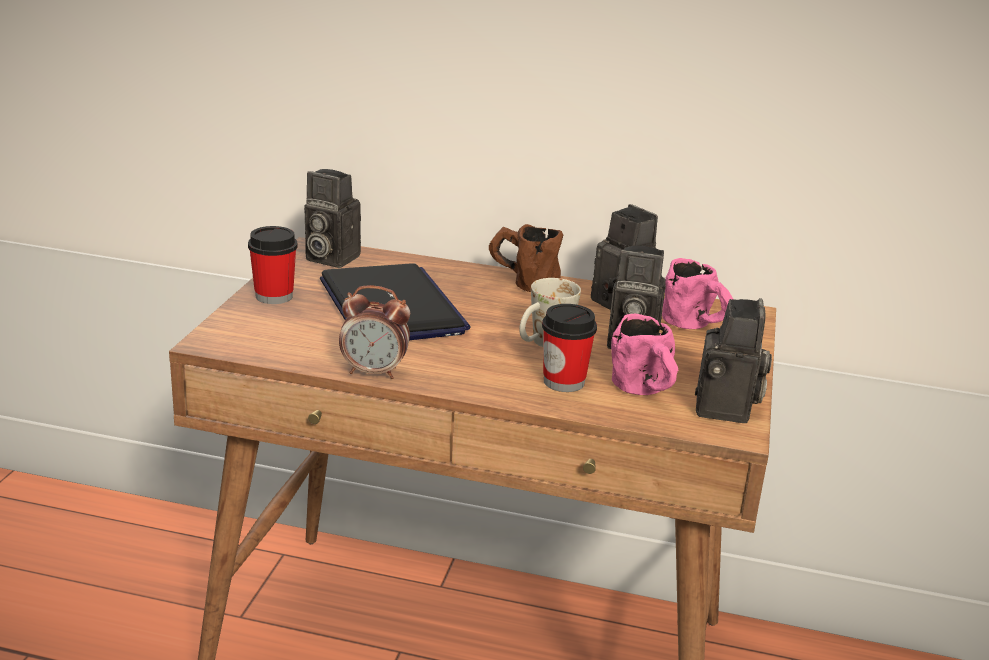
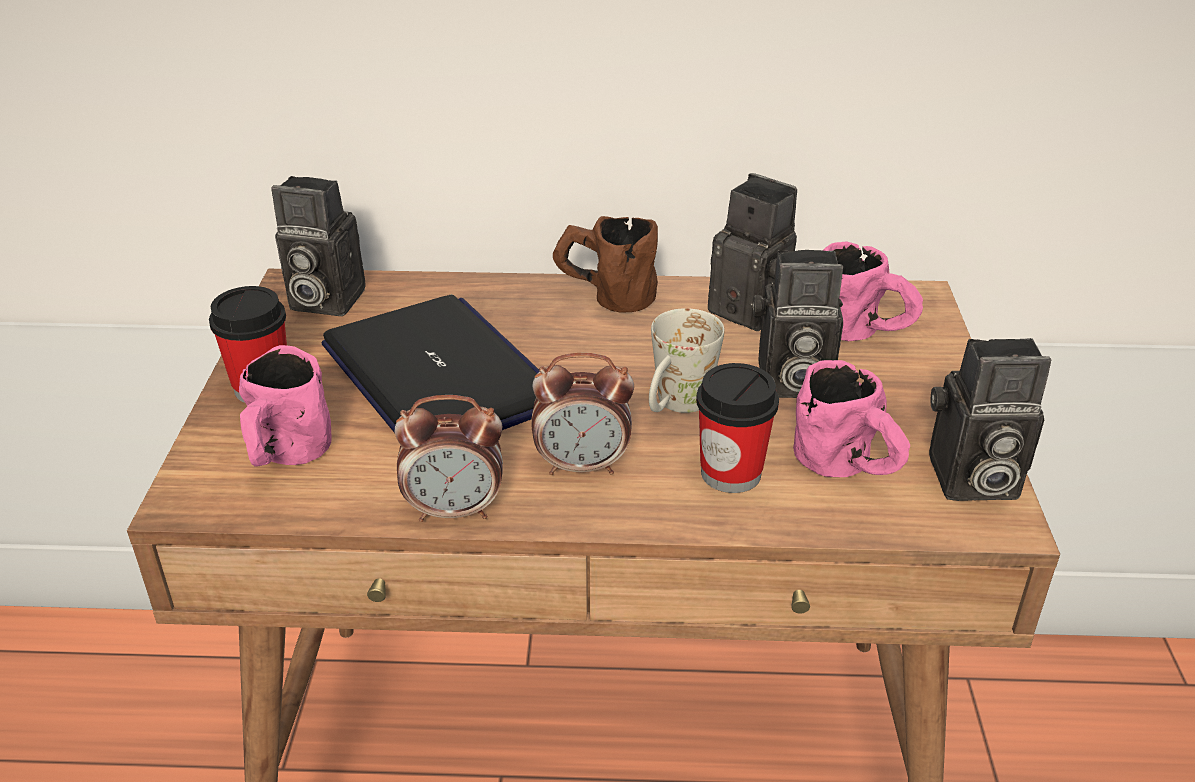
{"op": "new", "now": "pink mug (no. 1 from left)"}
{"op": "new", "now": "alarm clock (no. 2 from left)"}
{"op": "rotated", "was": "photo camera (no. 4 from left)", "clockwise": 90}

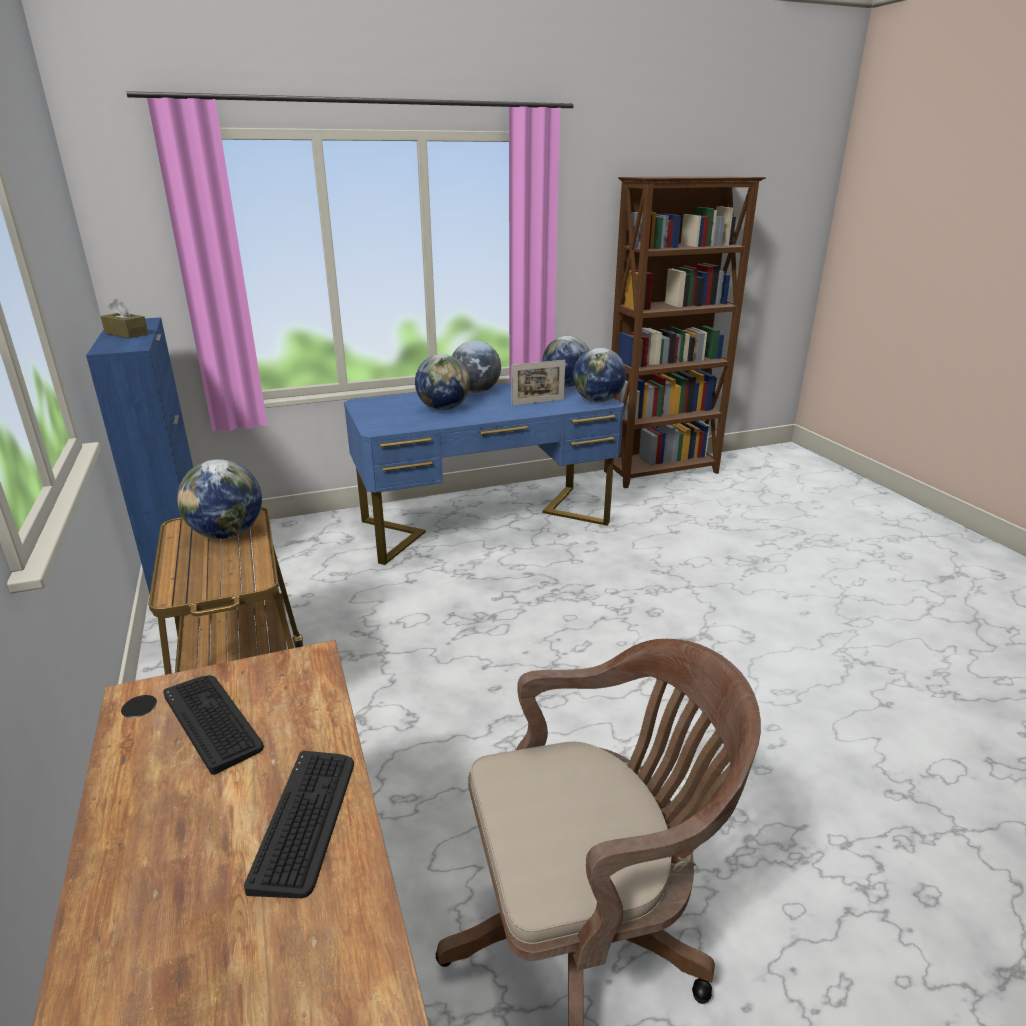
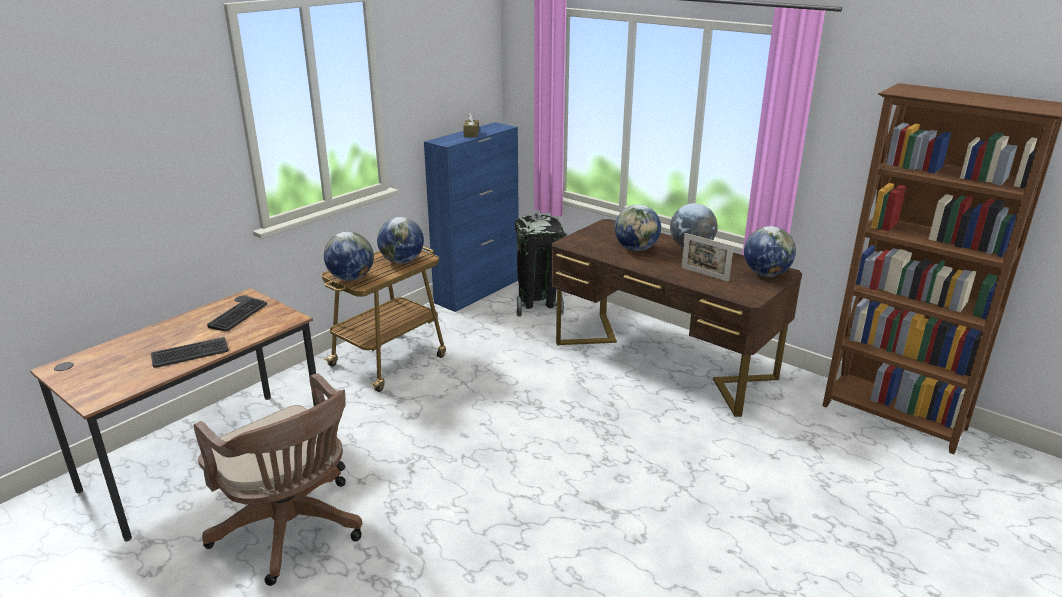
{"op": "new", "now": "black trash can"}
{"op": "shifted", "was": "globe (no. 5 from left in the first image)", "now": "globe (no. 1 from left)"}
{"op": "repainted", "was": "blue desk", "now": "brown desk (no. 2 from left)"}

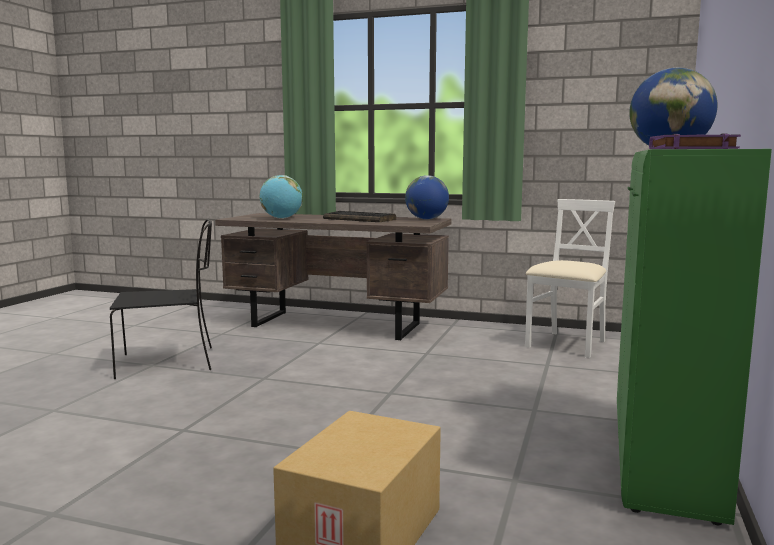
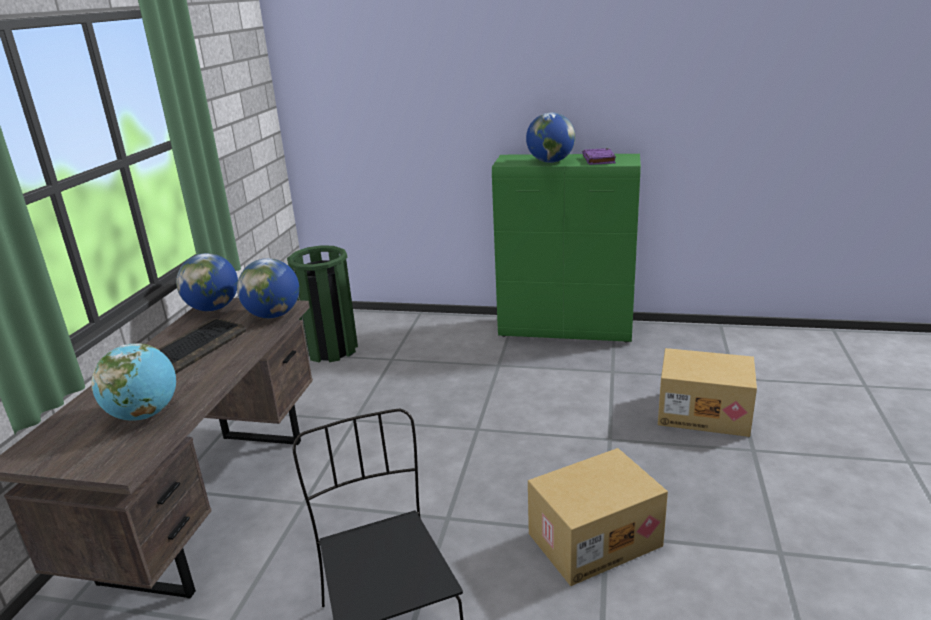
{"op": "new", "now": "globe (no. 3 from left)"}
{"op": "new", "now": "cardboard box (no. 1 from left)"}
{"op": "swapped", "was": "white chair", "now": "green trash can"}

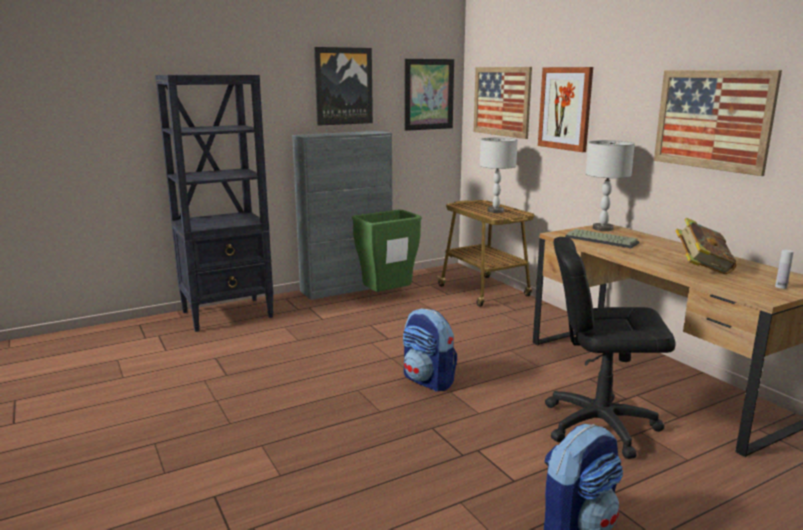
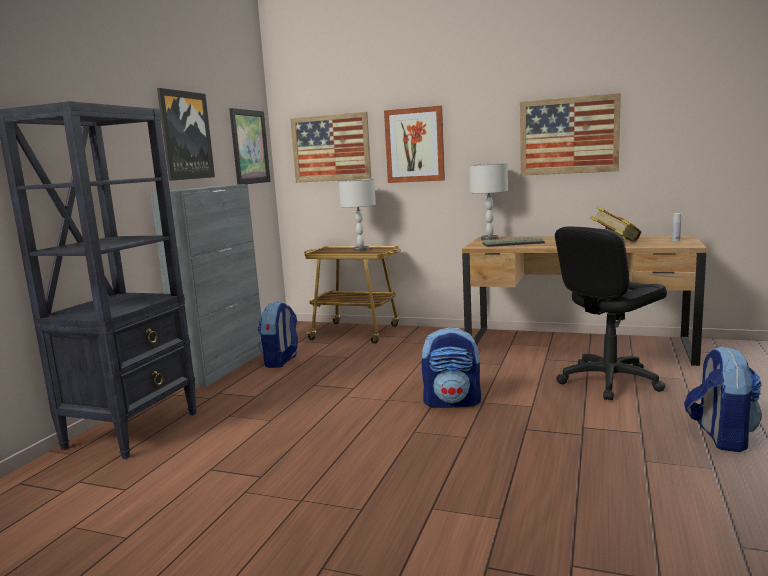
{"op": "swapped", "was": "green trash can", "now": "backpack (no. 1 from left)"}

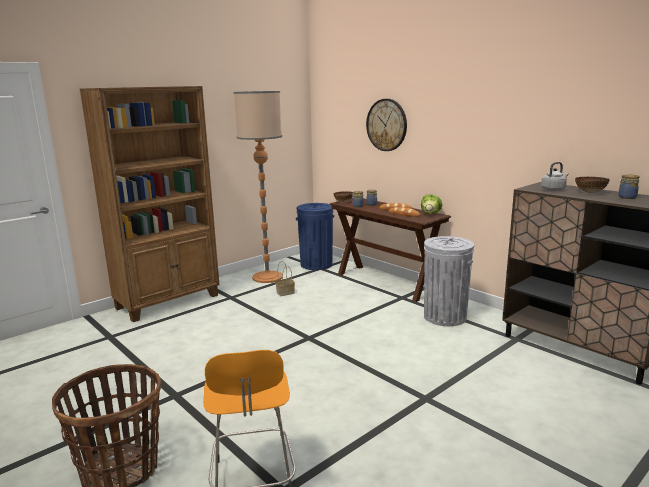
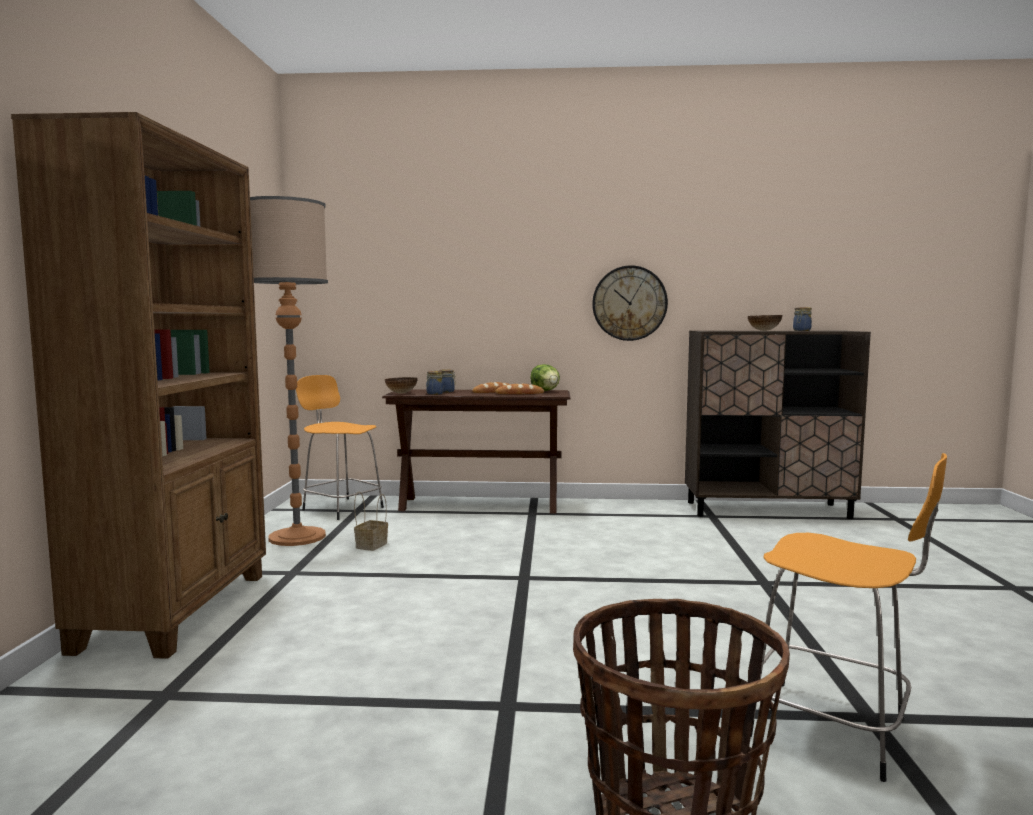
{"op": "gone", "was": "grey trash can"}
{"op": "gone", "was": "grey kettle"}
{"op": "shifted", "was": "wall clock"}
{"op": "swapped", "was": "blue trash can", "now": "orange stool (no. 1 from left)"}

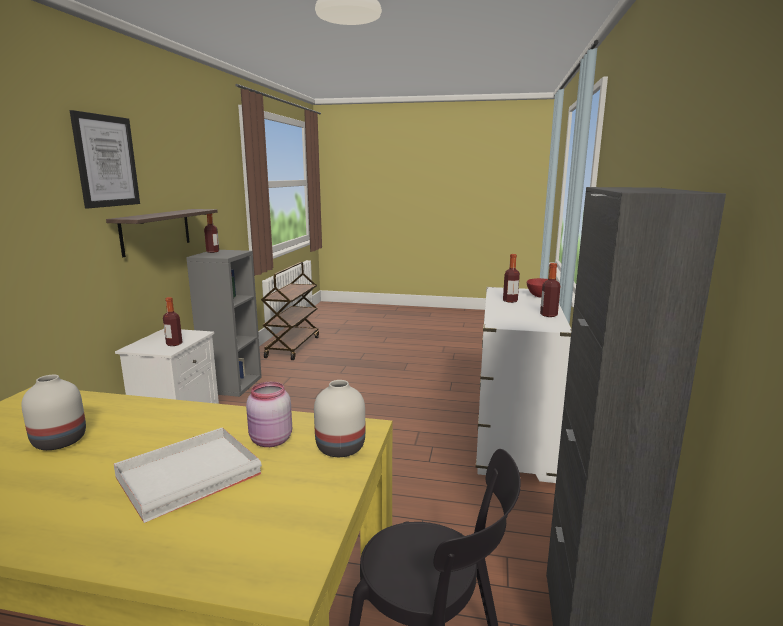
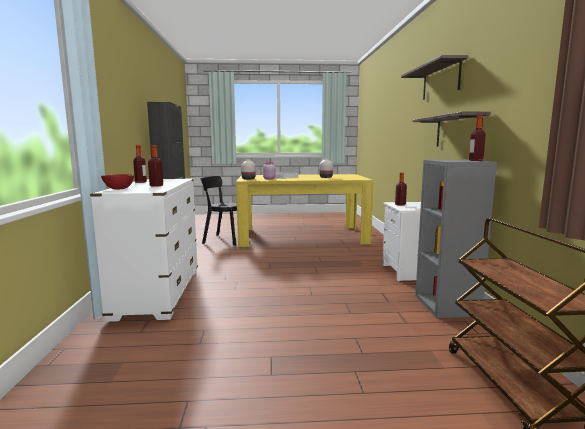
{"op": "swapped", "was": "picture", "now": "shelf (no. 1 from left)"}

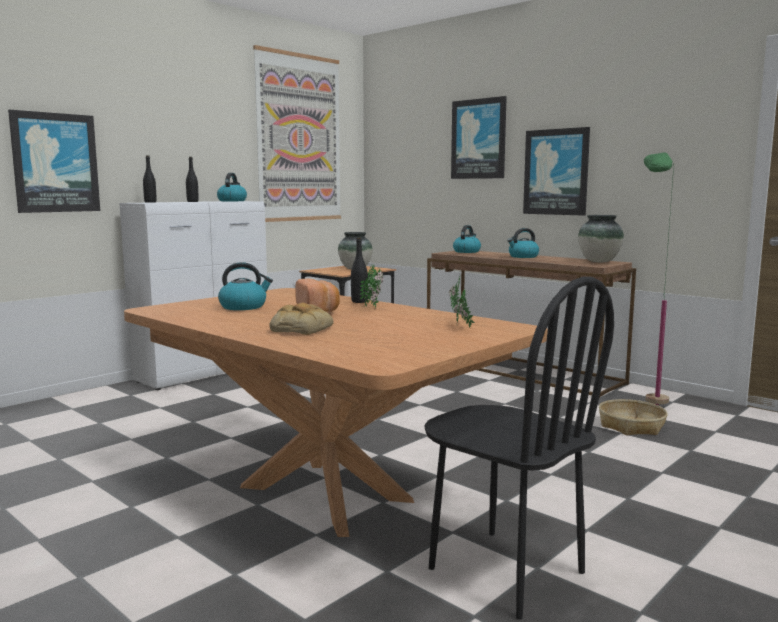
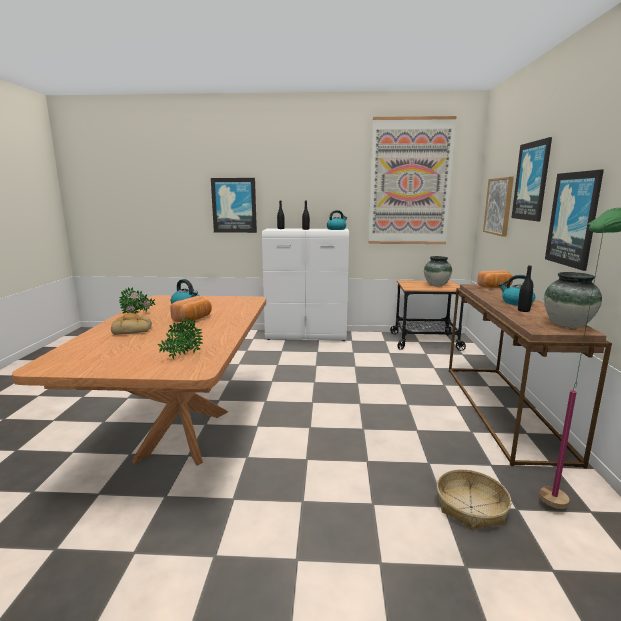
{"op": "gone", "was": "black chair"}
{"op": "new", "now": "picture (no. 3 from left)"}
{"op": "shifted", "was": "black bottle (no. 3 from left)"}
{"op": "shifted", "was": "potted plant (no. 1 from left)"}
{"op": "swapped", "was": "kettle (no. 3 from left)", "now": "bread (no. 3 from left)"}

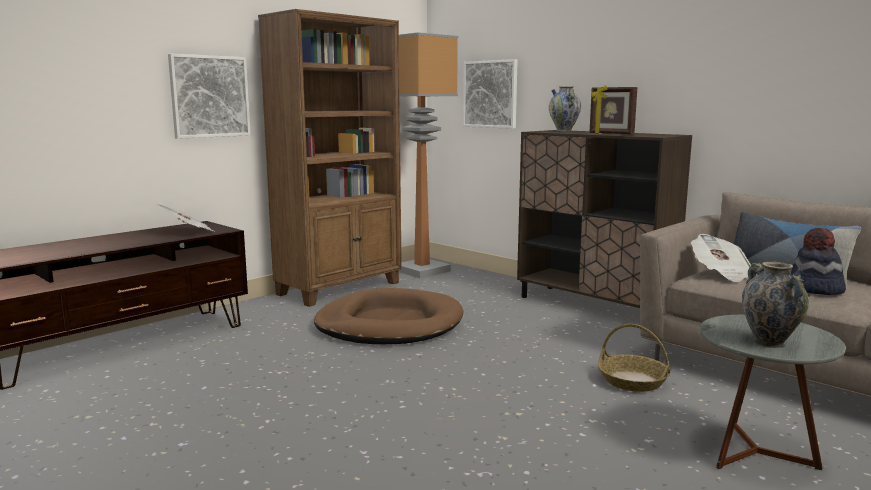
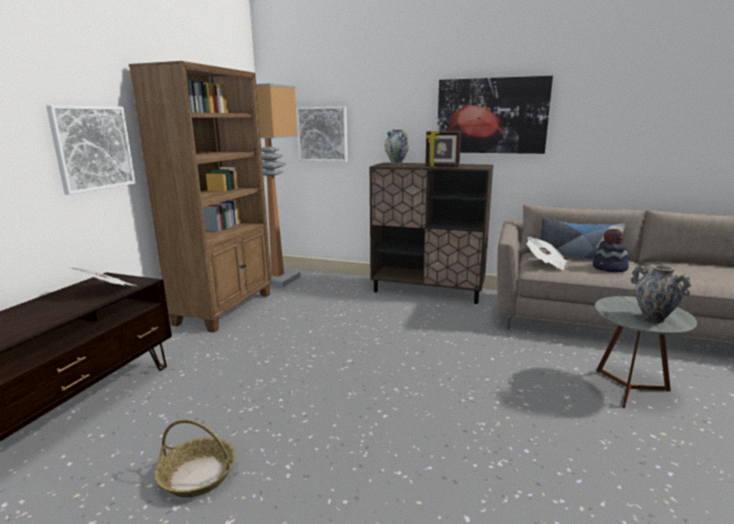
{"op": "gone", "was": "brown dog bed"}
{"op": "new", "now": "picture (no. 3 from left)"}
{"op": "shifted", "was": "basket"}

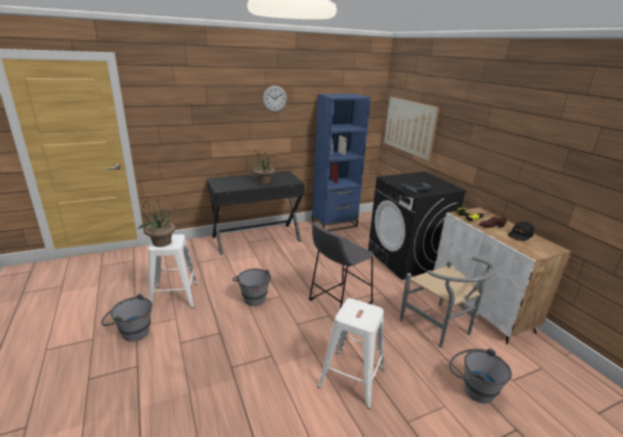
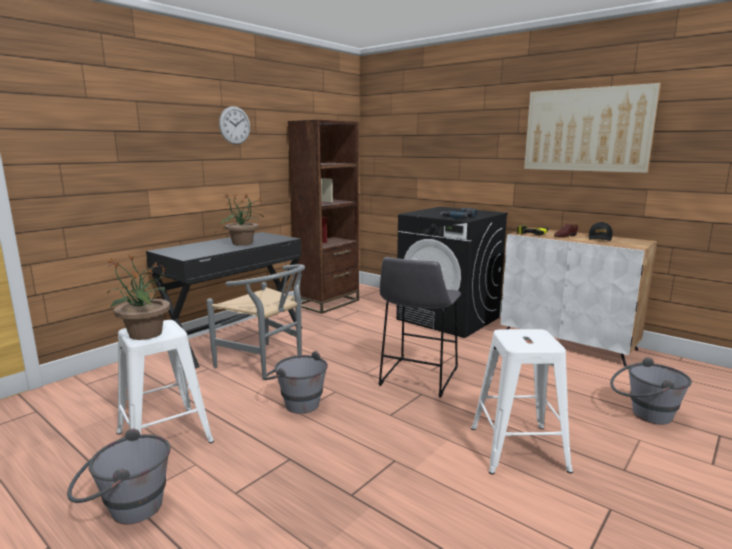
{"op": "shifted", "was": "picture"}
{"op": "shifted", "was": "grey chair"}
{"op": "repainted", "was": "blue bookcase", "now": "brown bookcase"}

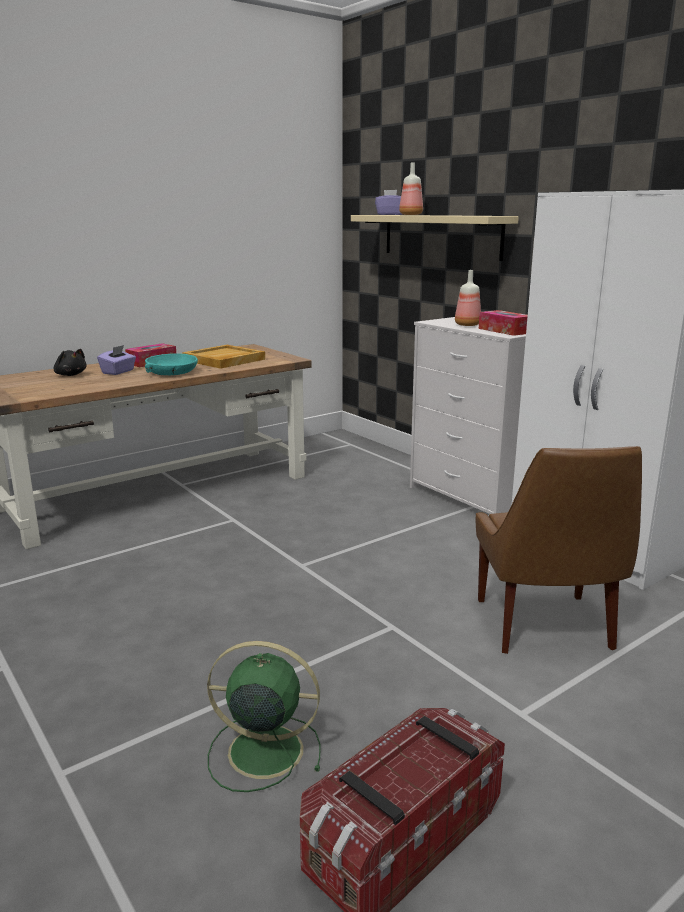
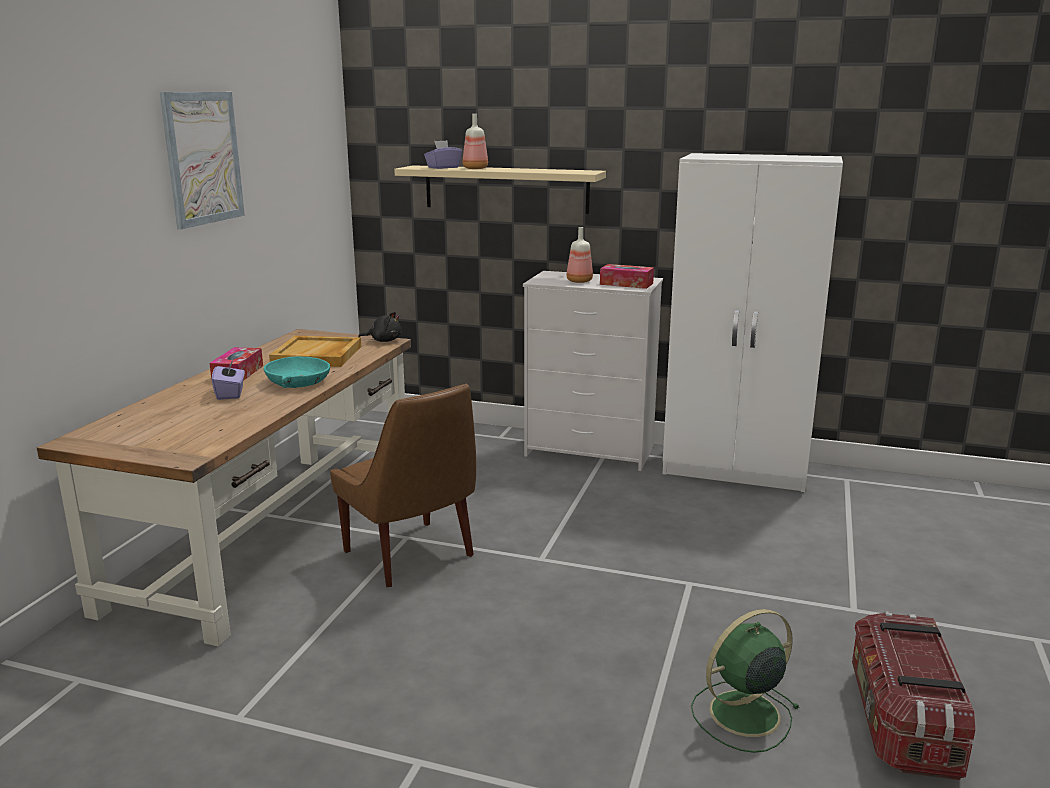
{"op": "new", "now": "picture"}
{"op": "shifted", "was": "black plush toy"}
{"op": "shifted", "was": "brown chair"}

